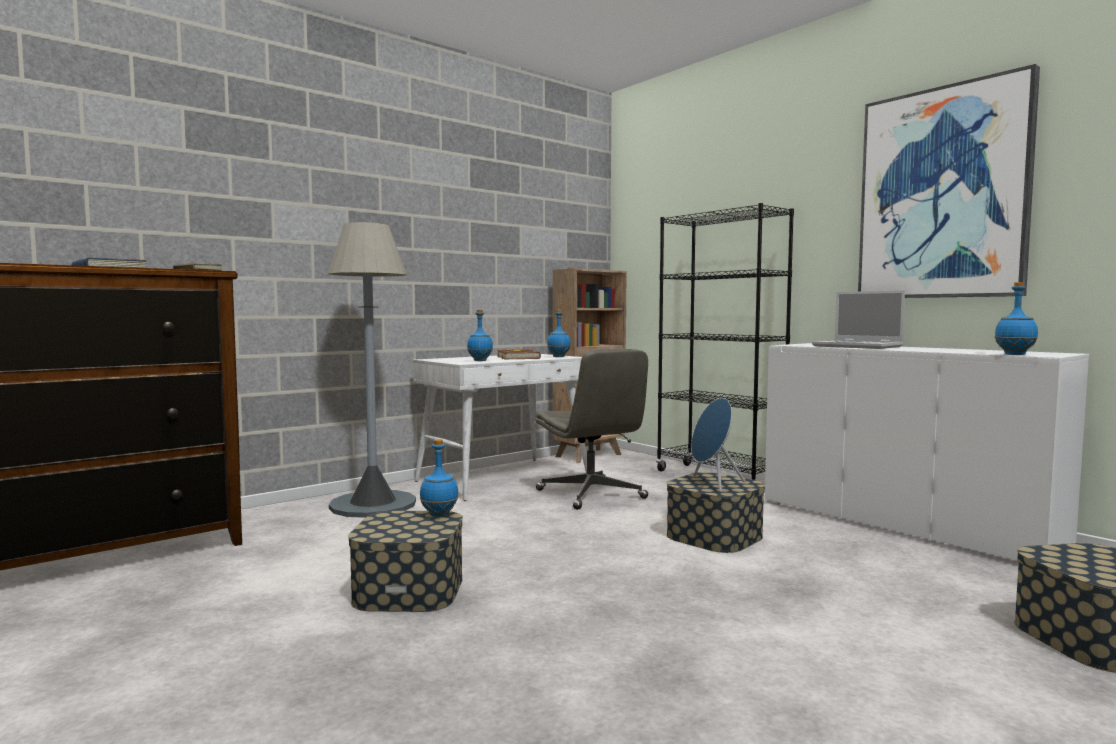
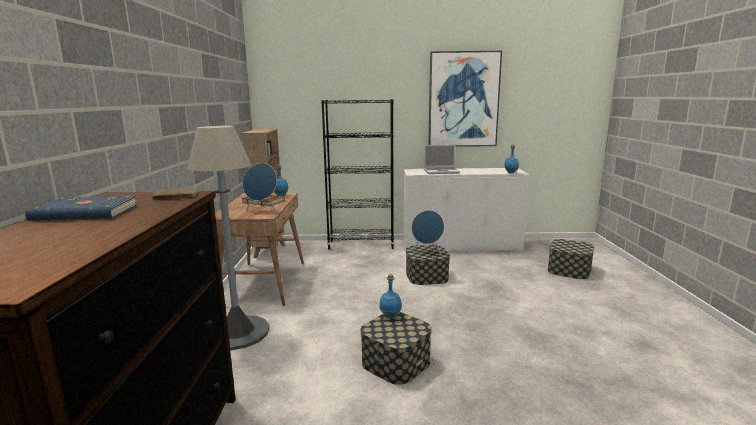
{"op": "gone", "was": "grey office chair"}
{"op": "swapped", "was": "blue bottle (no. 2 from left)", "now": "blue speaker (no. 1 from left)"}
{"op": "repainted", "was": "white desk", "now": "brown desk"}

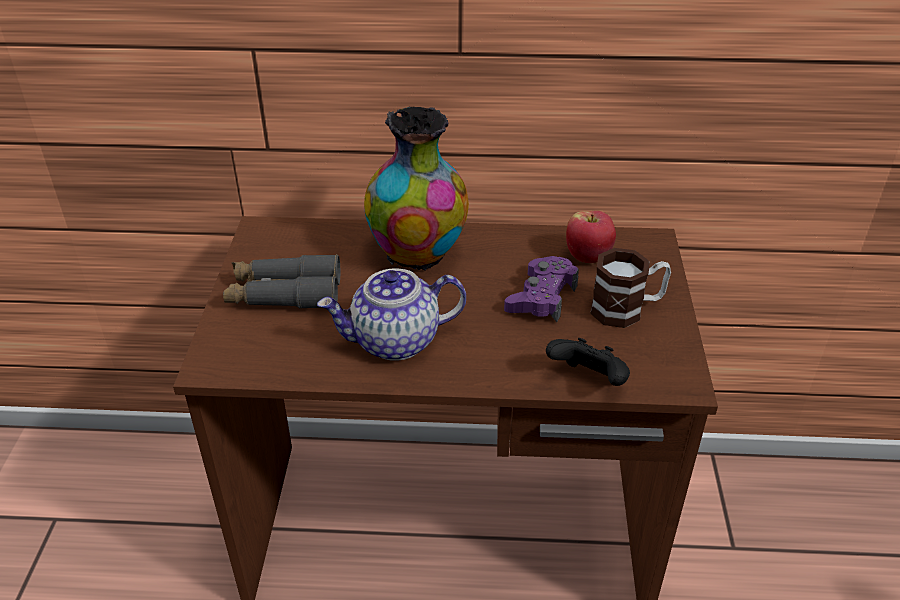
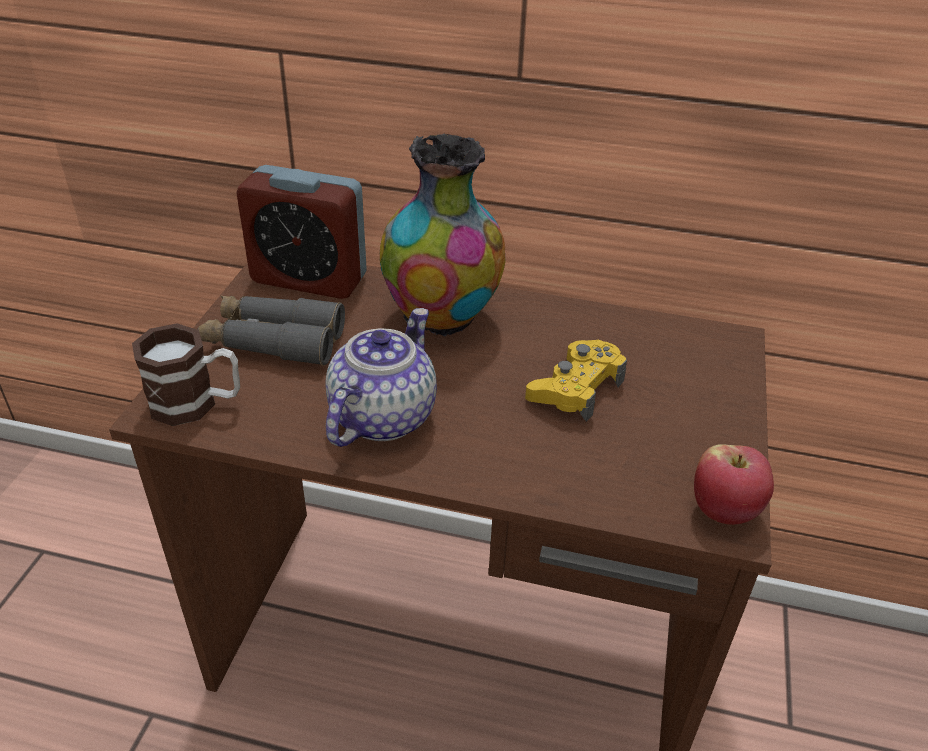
{"op": "gone", "was": "black game controller"}
{"op": "new", "now": "alarm clock"}
{"op": "shifted", "was": "apple"}
{"op": "shifted", "was": "mug"}
{"op": "repainted", "was": "purple game controller", "now": "yellow game controller"}
{"op": "rotated", "was": "teapot", "clockwise": 120}

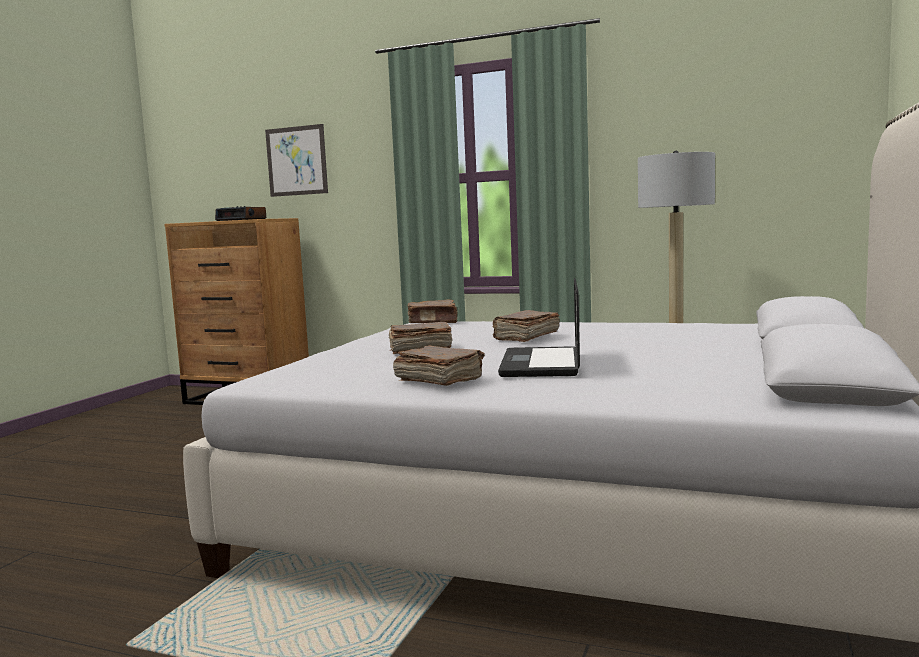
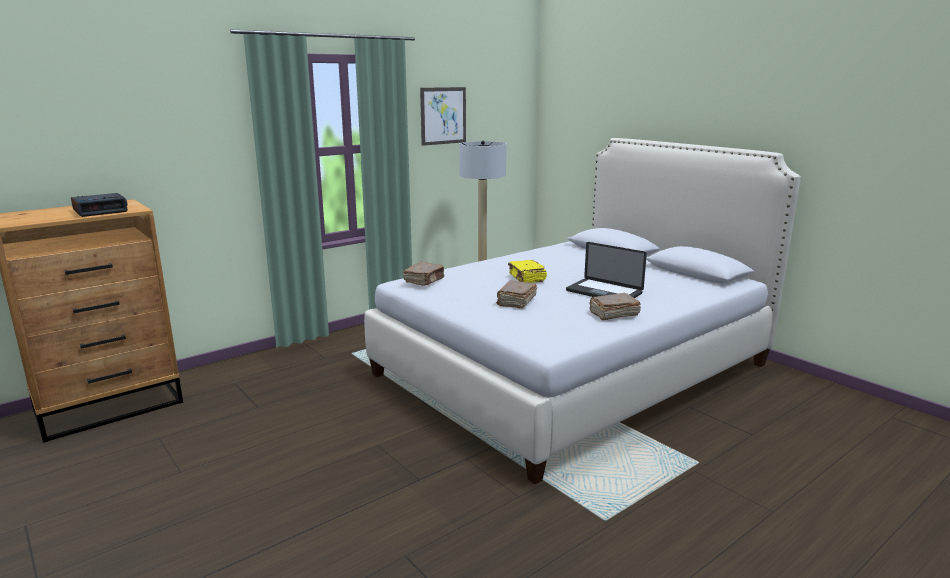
{"op": "shifted", "was": "picture"}
{"op": "repainted", "was": "brown book (no. 4 from left)", "now": "yellow book"}

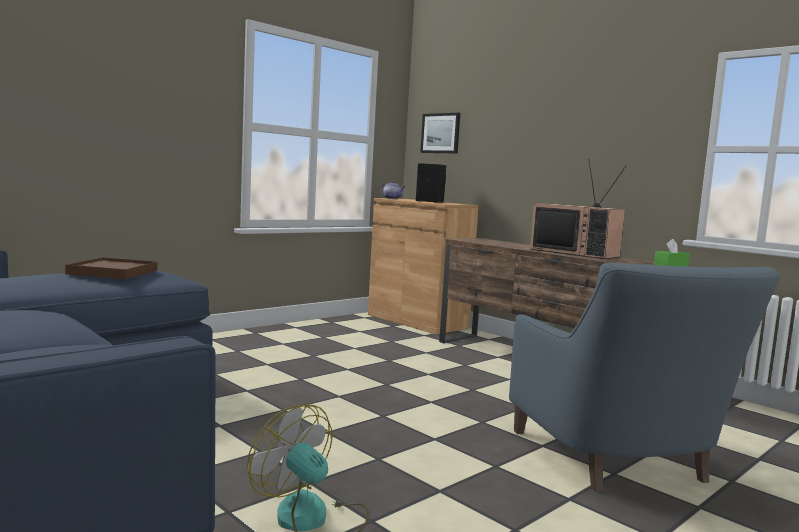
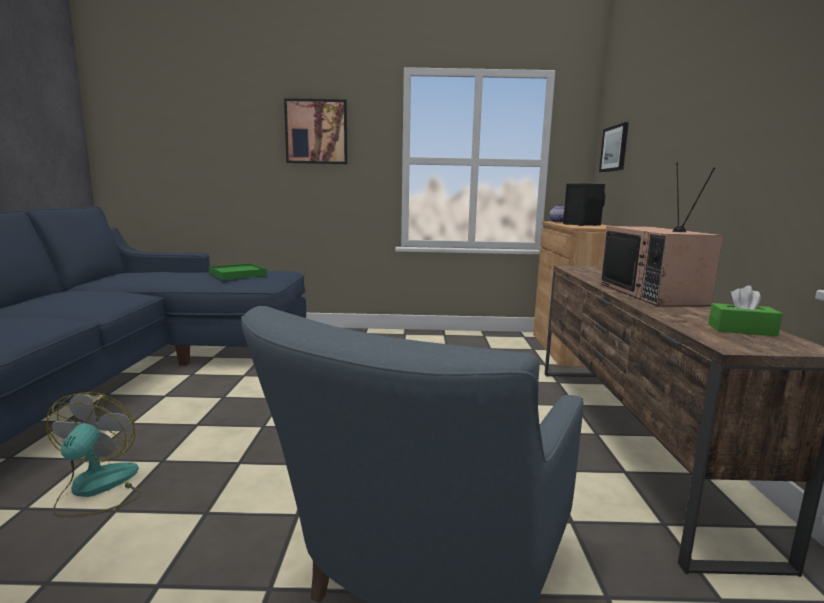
{"op": "new", "now": "picture (no. 1 from left)"}
{"op": "repainted", "was": "brown tray", "now": "green tray"}

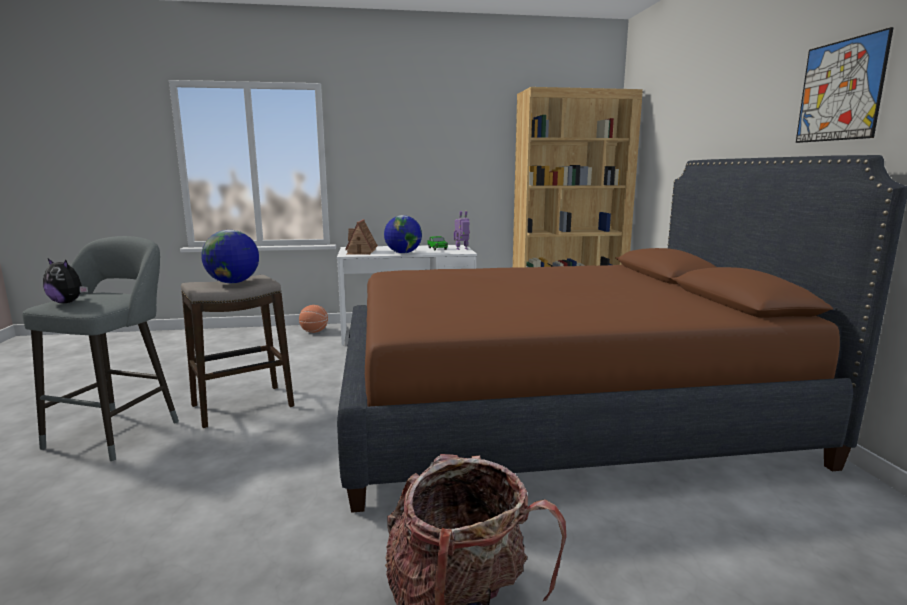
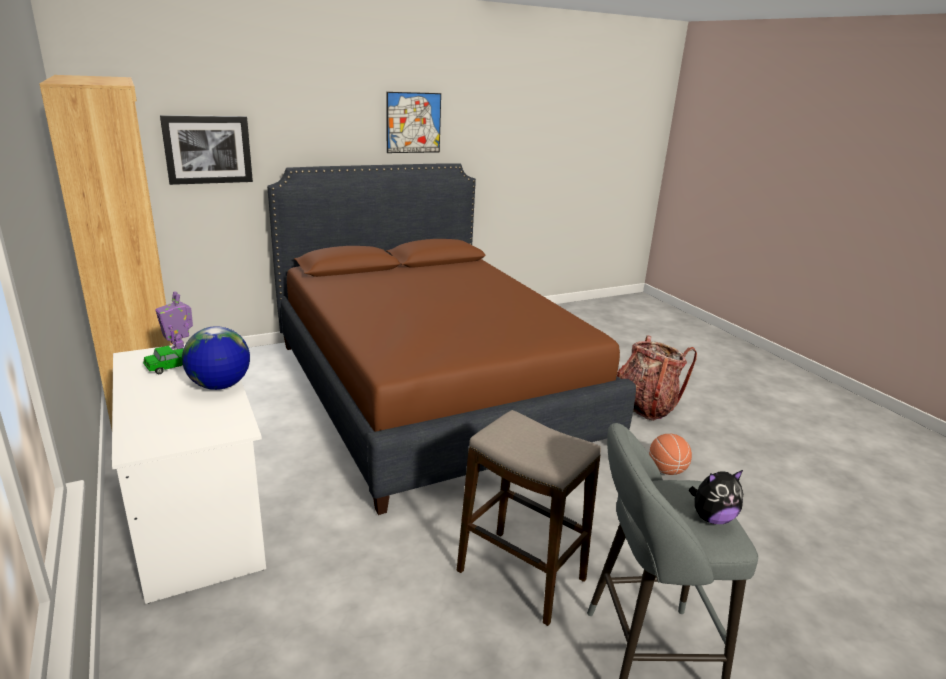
{"op": "gone", "was": "globe (no. 1 from left)"}
{"op": "gone", "was": "toy house"}
{"op": "new", "now": "picture (no. 1 from left)"}
{"op": "shifted", "was": "basketball"}
{"op": "rotated", "was": "plush toy", "clockwise": 75}

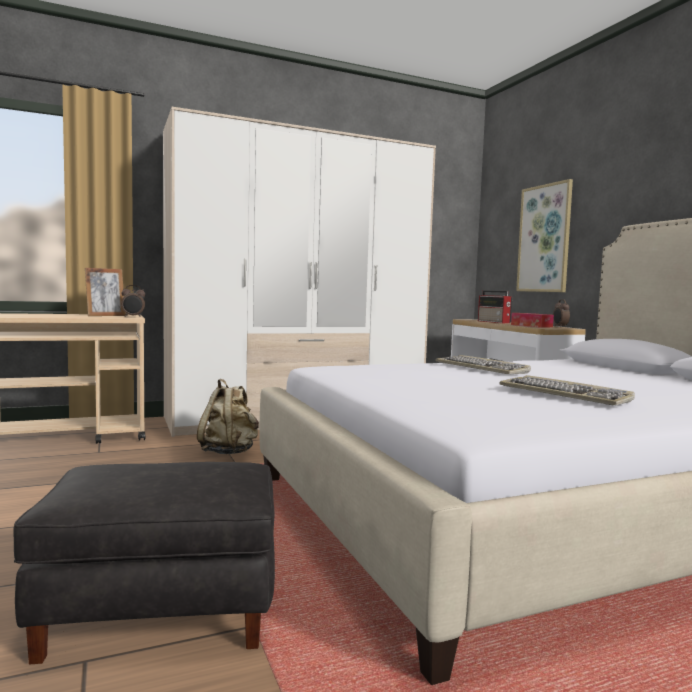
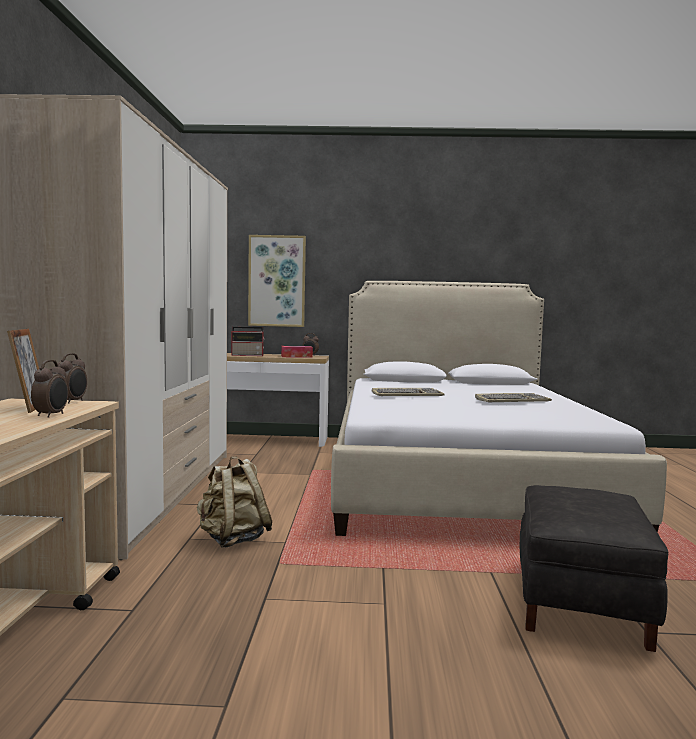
{"op": "new", "now": "alarm clock (no. 1 from left)"}

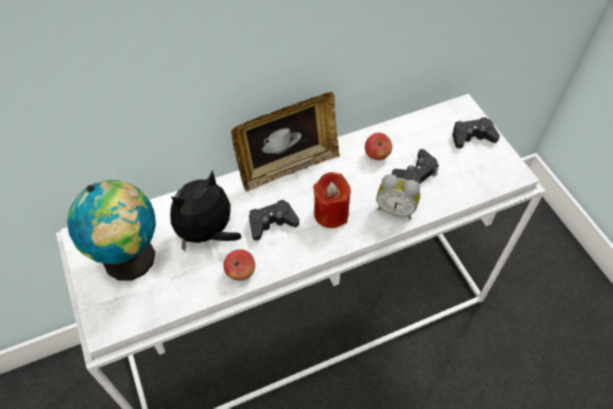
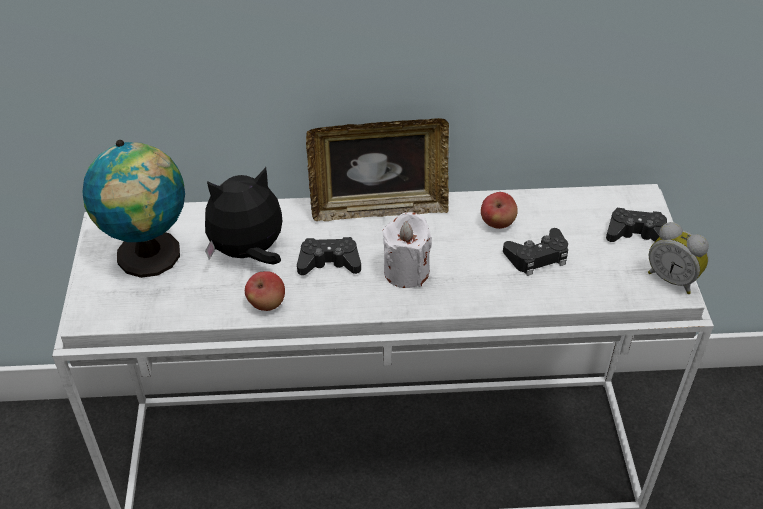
{"op": "shifted", "was": "alarm clock"}
{"op": "repainted", "was": "red candle", "now": "white candle"}

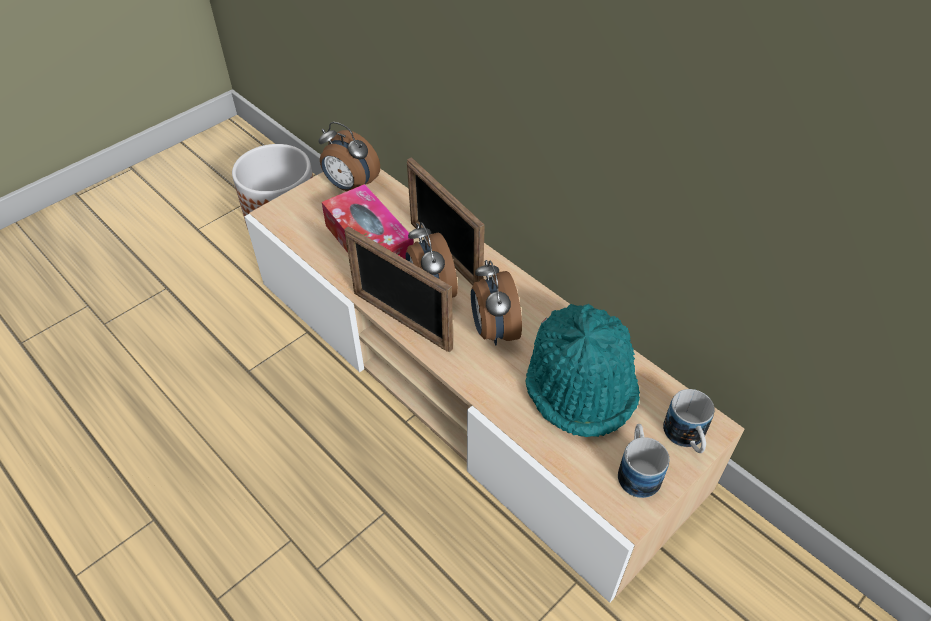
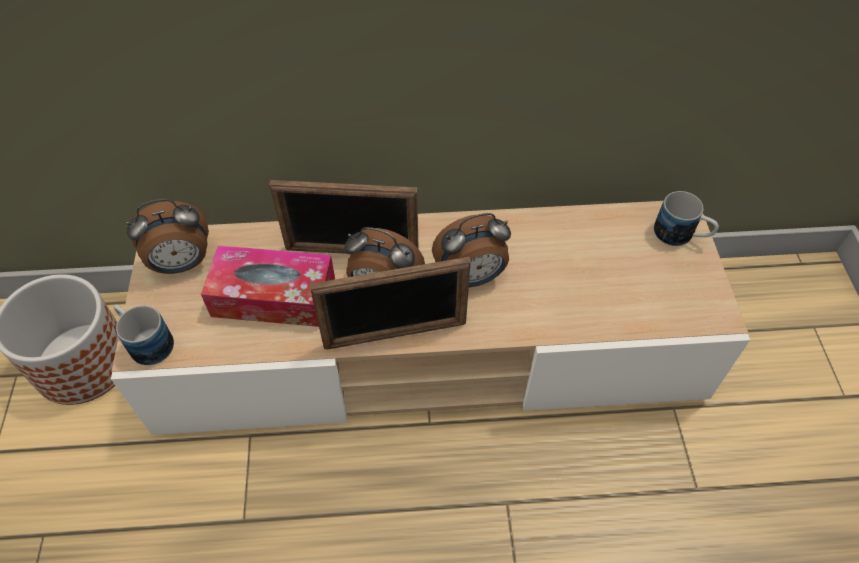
{"op": "gone", "was": "turquoise hat"}
{"op": "shifted", "was": "mug (no. 1 from left)"}
{"op": "rotated", "was": "alarm clock (no. 3 from left)", "clockwise": -45}

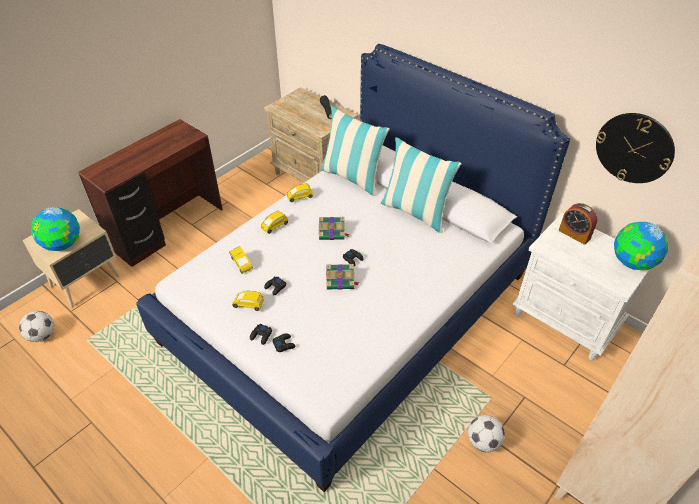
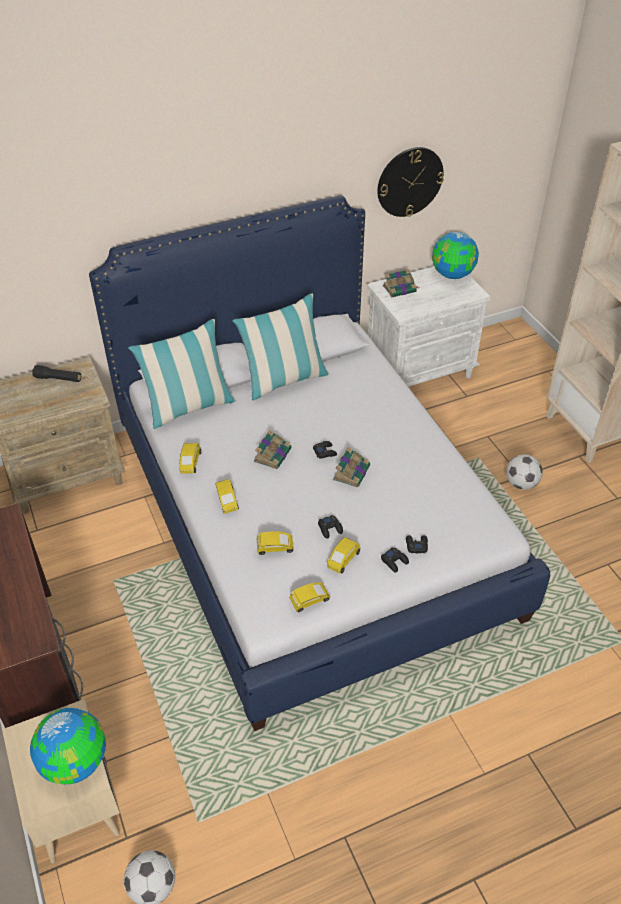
{"op": "new", "now": "yellow toy car (no. 4 from left)"}
{"op": "swapped", "was": "alarm clock", "now": "book (no. 3 from left)"}

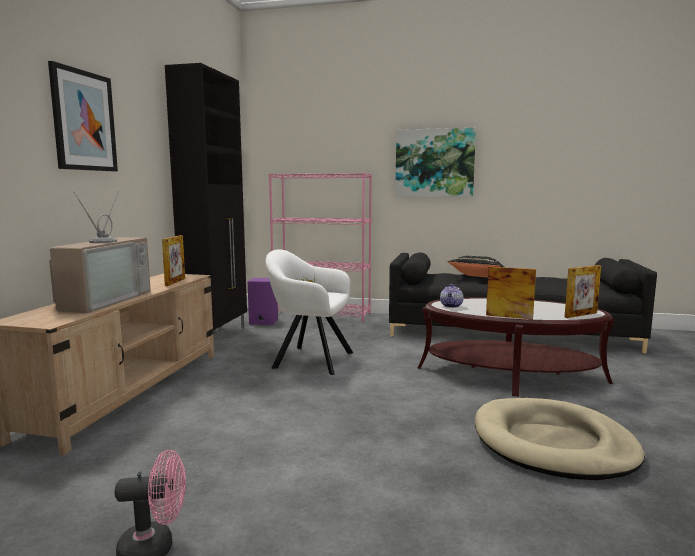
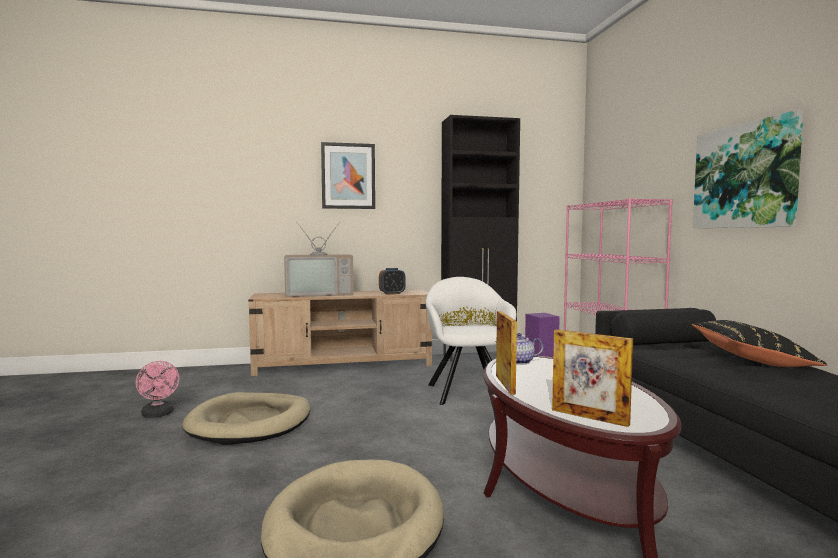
{"op": "new", "now": "beige dog bed (no. 1 from left)"}
{"op": "swapped", "was": "picture frame (no. 1 from left)", "now": "alarm clock"}

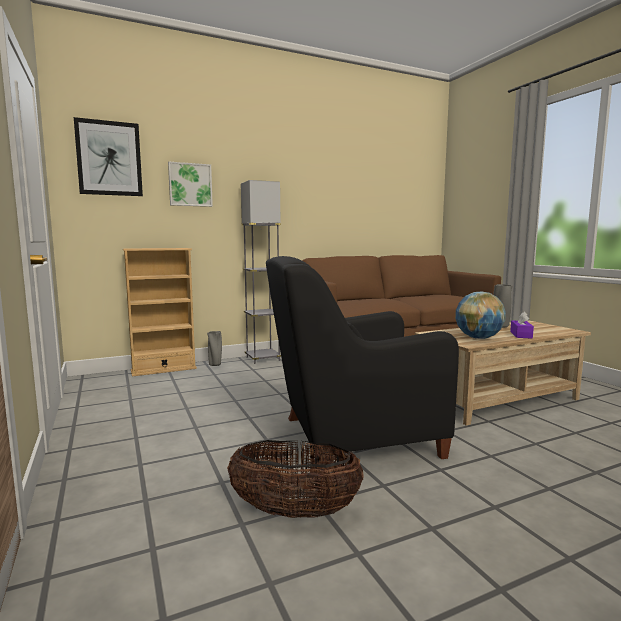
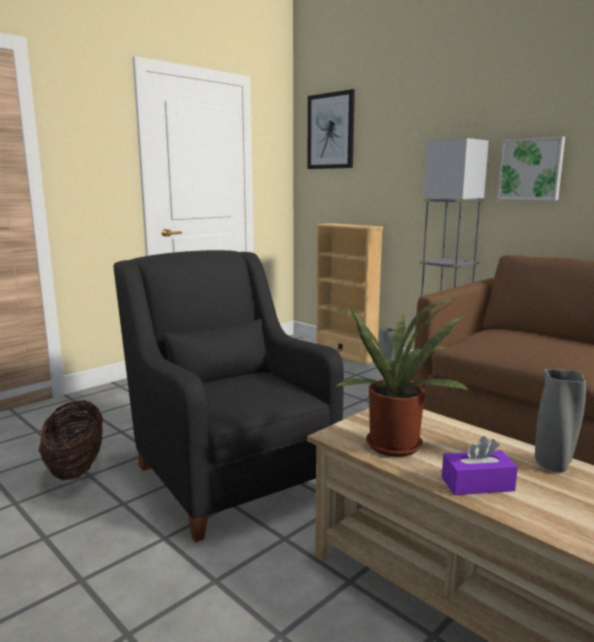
{"op": "shifted", "was": "picture (no. 2 from left)"}
{"op": "swapped", "was": "globe", "now": "potted plant"}

